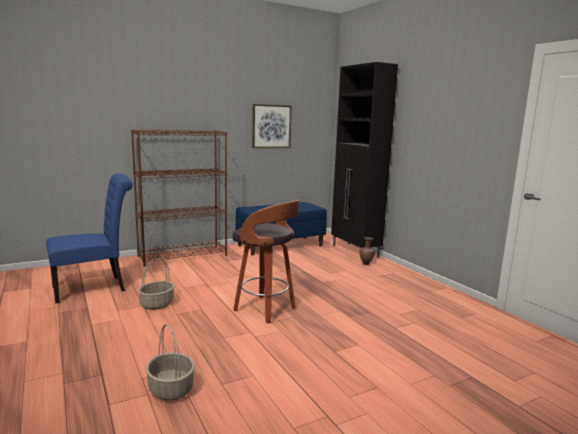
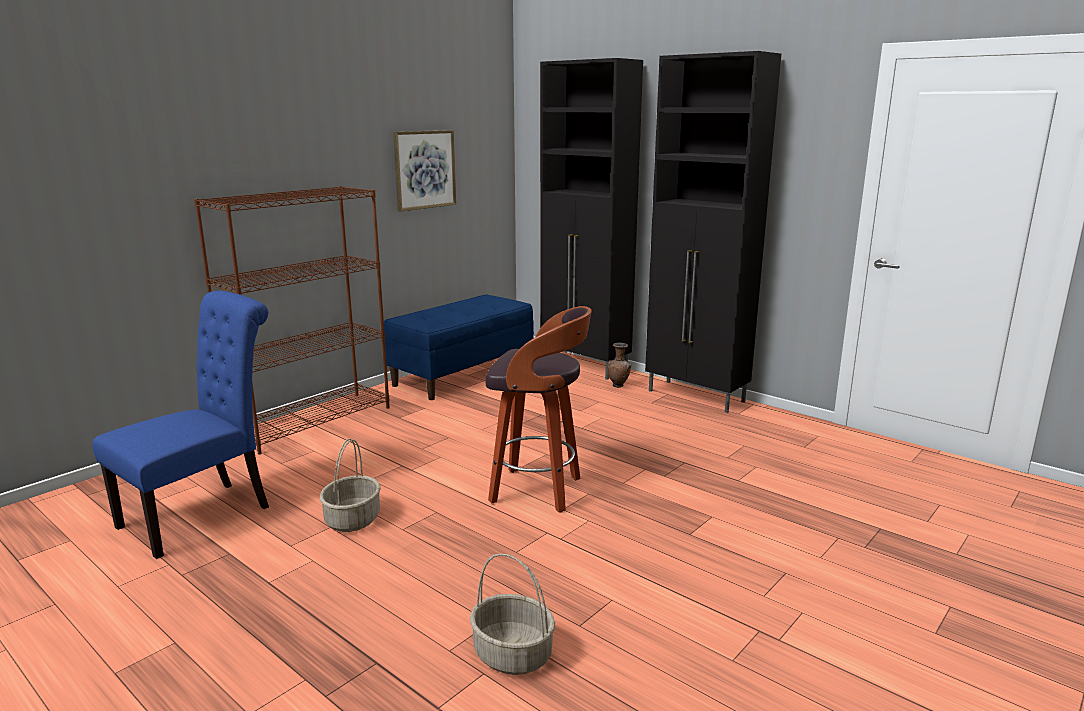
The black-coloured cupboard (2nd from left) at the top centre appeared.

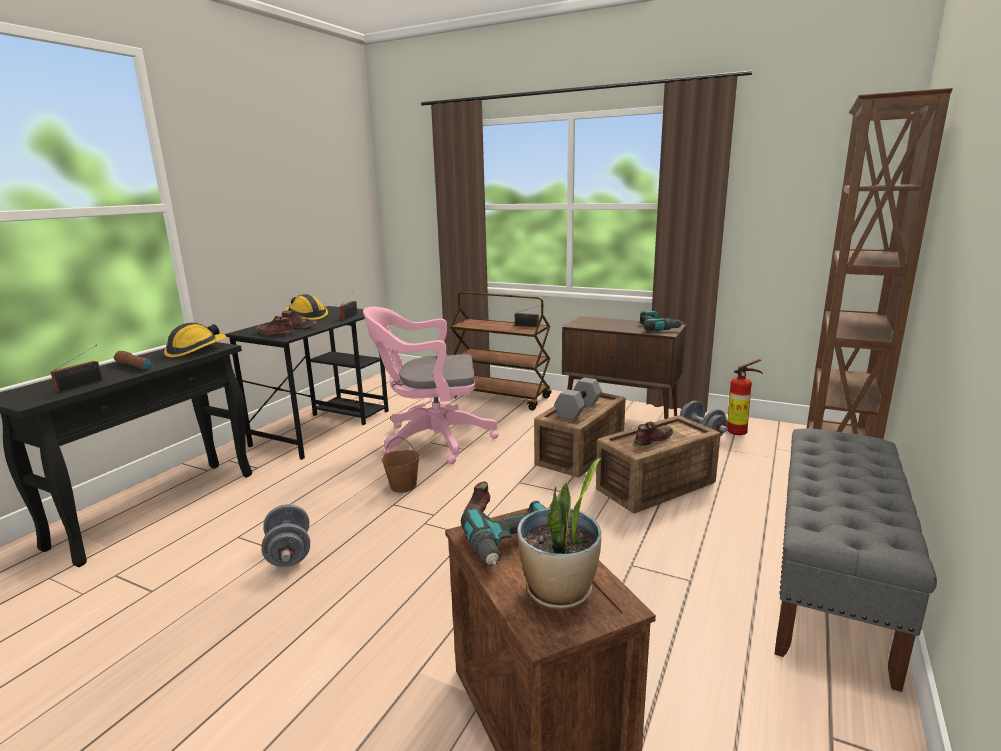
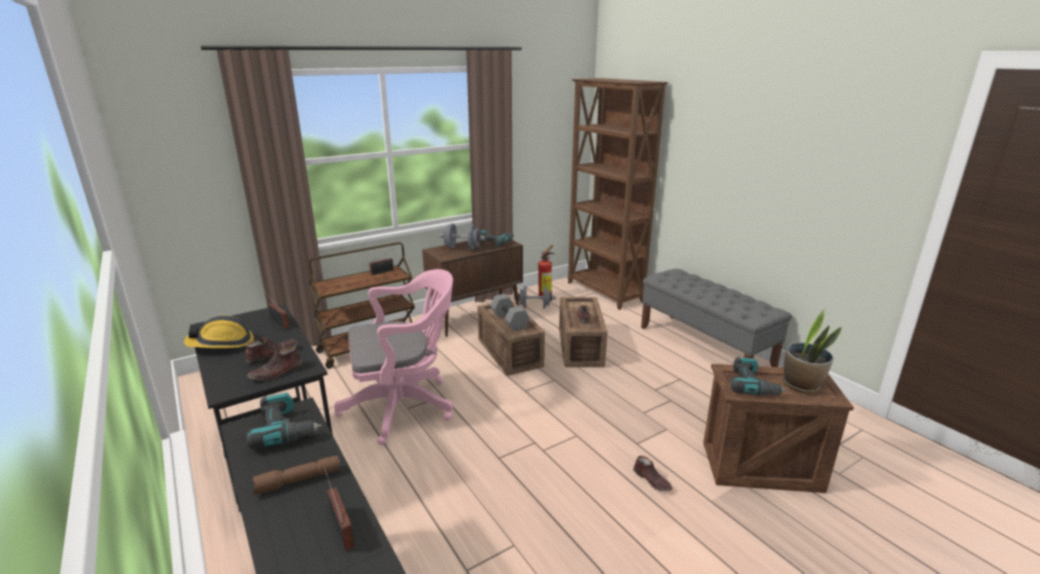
The hard hat (1st from left) at the middle left was replaced by the electric drill (1st from left) at the bottom left. The greyish dumbbell (1st from left) moved from the bottom left to the centre. The pinkish desk chair at the centre turned 135 degrees counterclockwise. The brownish pail at the centre disappeared. The brownish shoe (3rd from left in the first image) moved from the centre to the bottom centre.

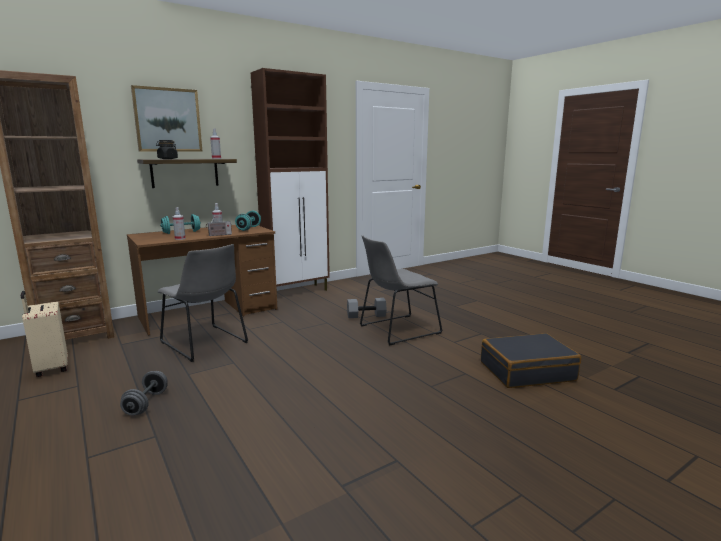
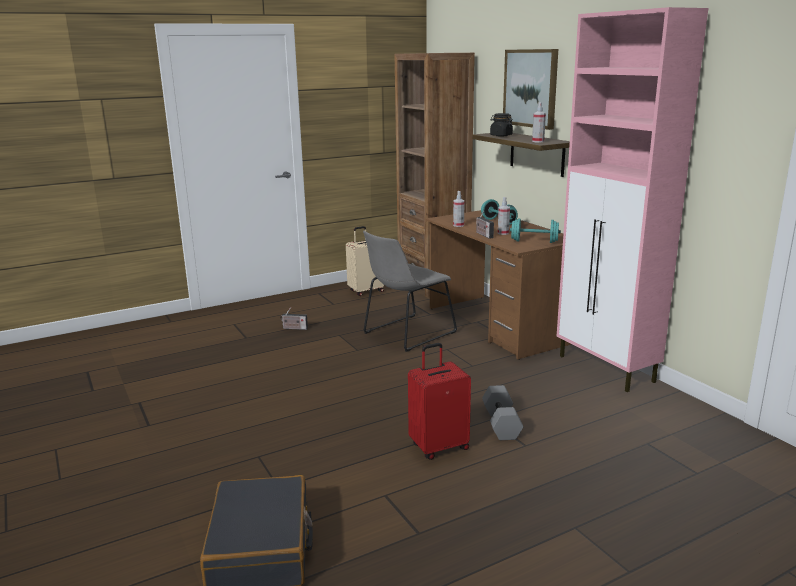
The greyish dumbbell (1st from left) at the bottom left was replaced by the radio (1st from left) at the centre. The brownish cupboard at the top centre became the pinkish cupboard at the middle right. The greyish plain chair (2nd from left) at the centre was replaced by the red-coloured piece of luggage at the bottom centre.

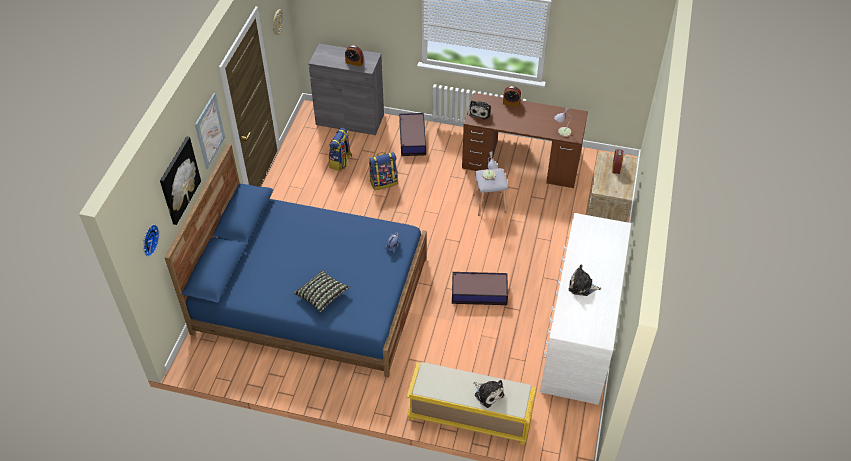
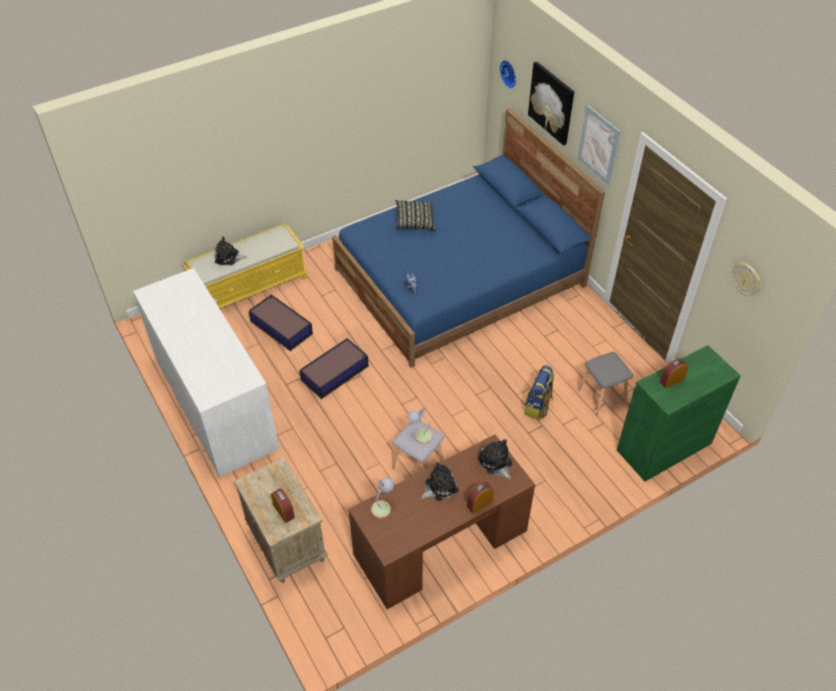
The greyish cupboard at the top centre became the greenish cupboard at the middle right. The knapsack (1st from left) at the top centre was replaced by the greyish sitting stool (2nd from left) at the middle right. The storage box (1st from left) moved from the top centre to the centre. The plush toy (4th from left in the first image) moved from the middle right to the bottom centre.

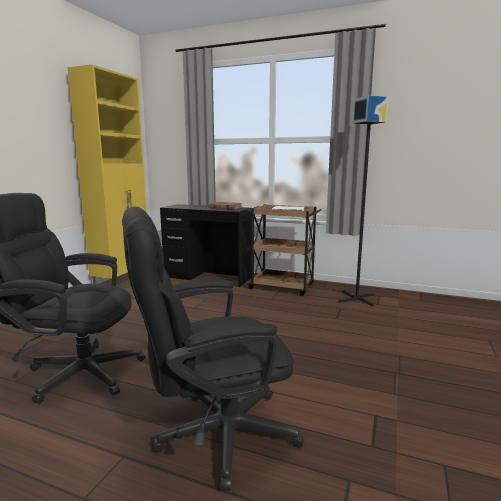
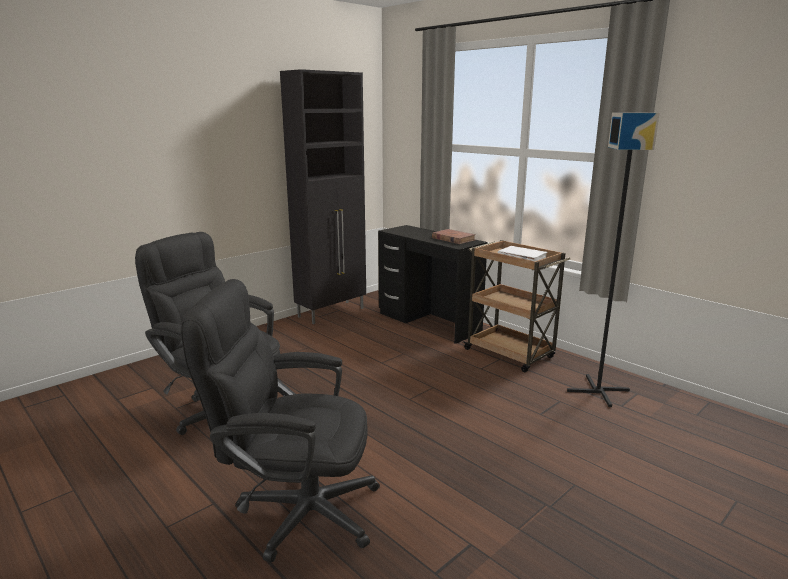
The yellow cupboard at the middle left became the black-coloured cupboard at the centre.

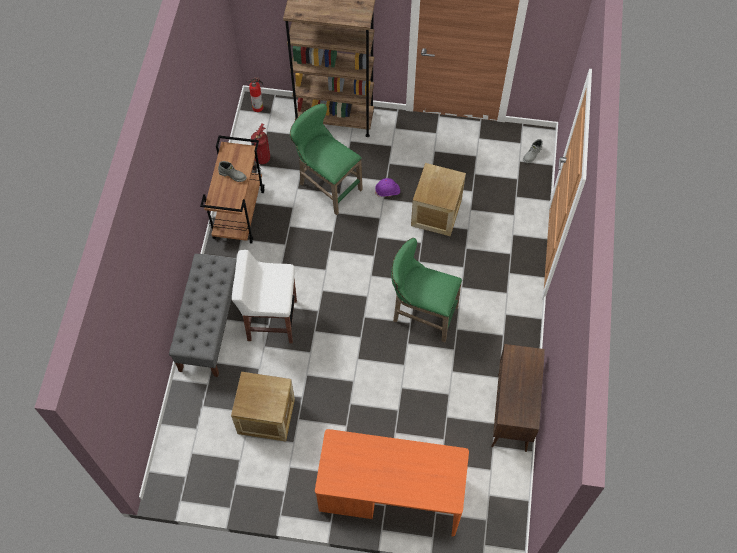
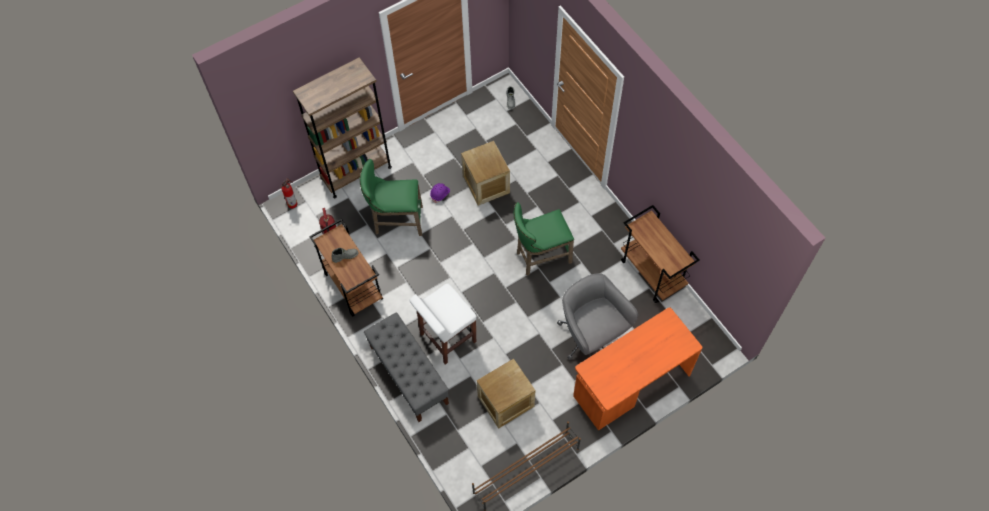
The brownish cupboard at the bottom right was replaced by the brownish wheeled cart (2nd from left) at the middle right. The brownish shoe rack at the bottom centre appeared. The greyish desk chair at the centre appeared.

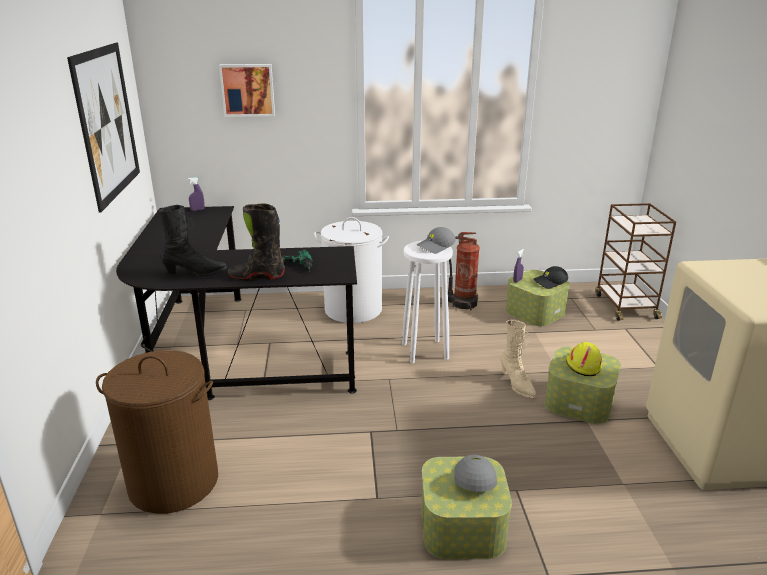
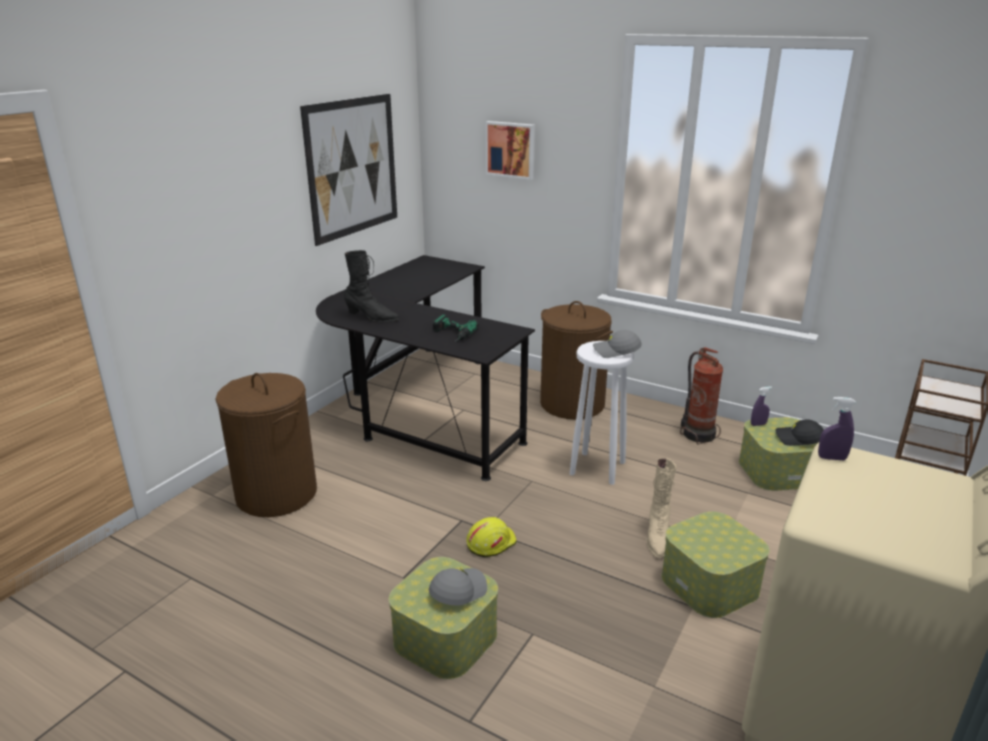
The purple hand sprayer (1st from left in the first image) moved from the middle left to the middle right. The black-coloured tall boot (2nd from left) at the centre disappeared. The white hamper at the centre became the brownish hamper (2nd from left) at the centre. The yellow hard hat moved from the middle right to the bottom centre.

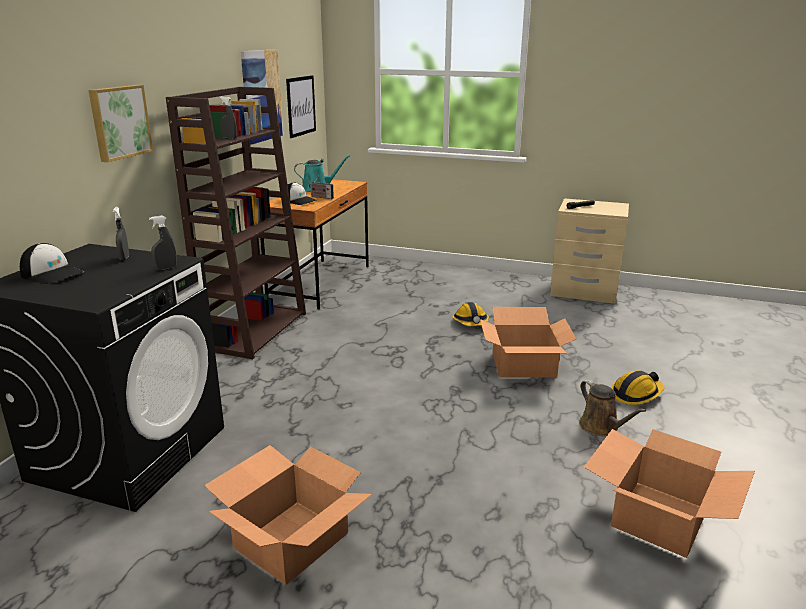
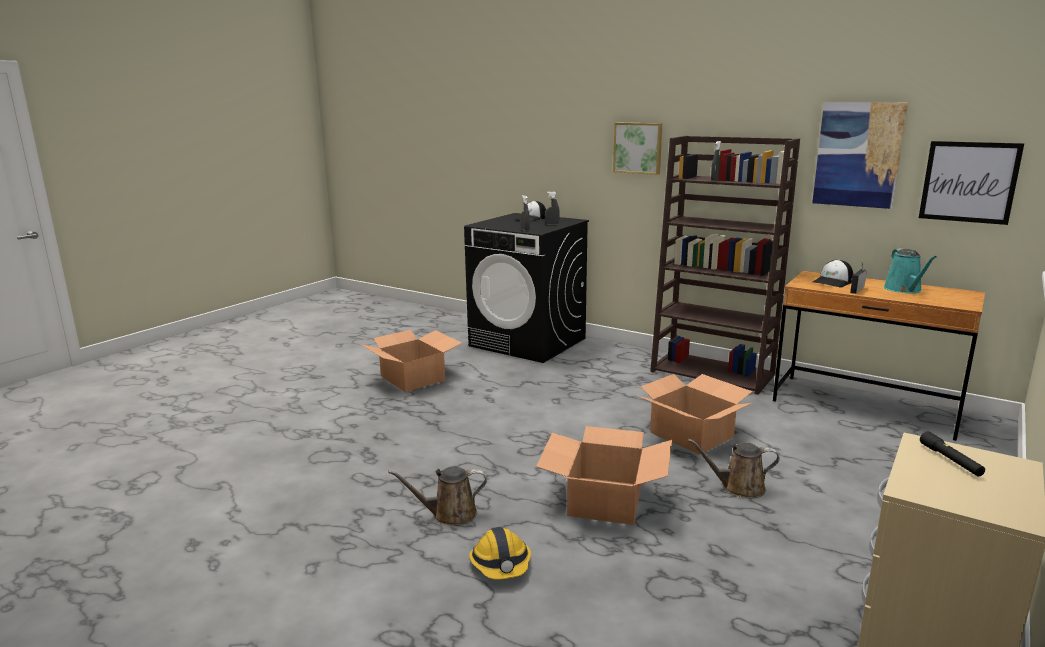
The hard hat (1st from left) at the centre was replaced by the brownish watering pot (2nd from left) at the bottom right. The packing box (3rd from left) moved from the bottom right to the centre.

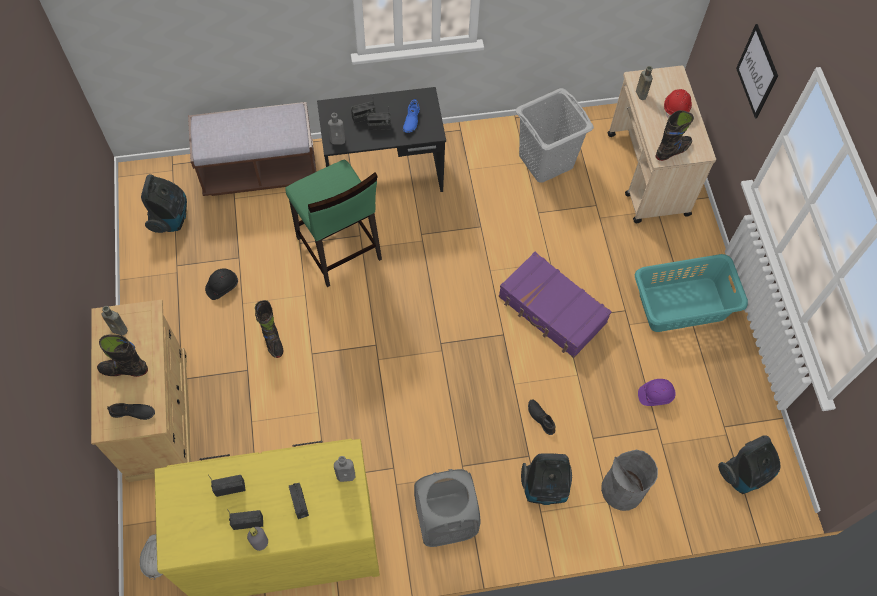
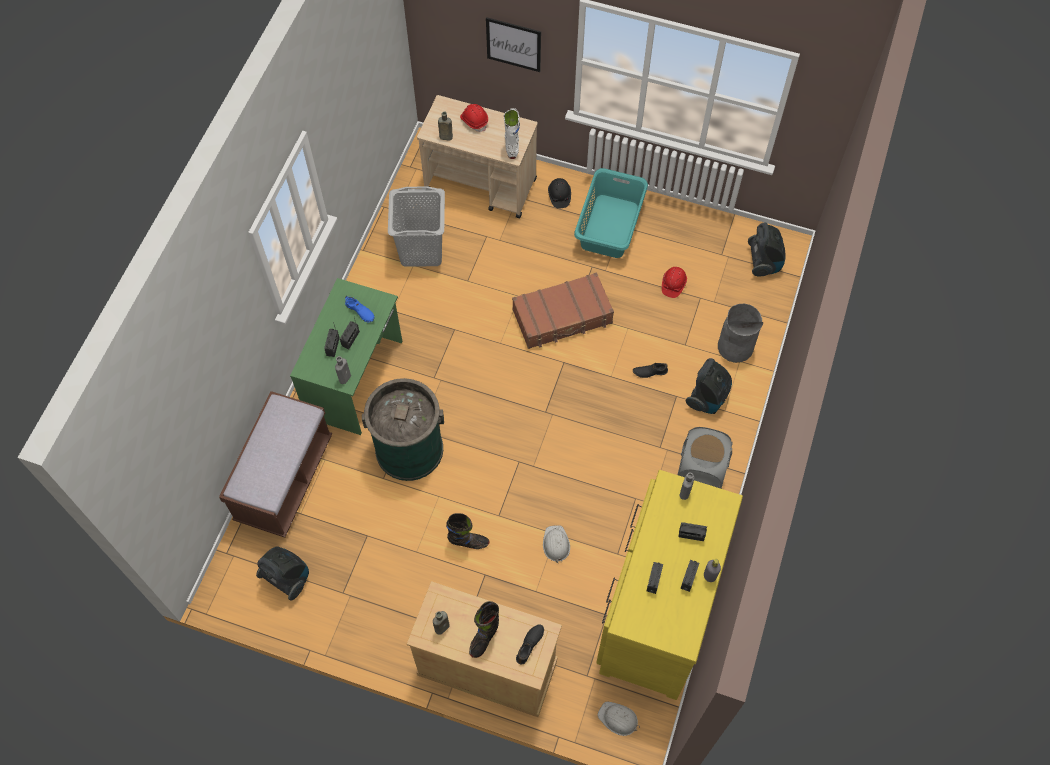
The black-coloured hard hat moved from the middle left to the top centre. The greenish sitting stool at the centre was replaced by the greenish rubbish bin at the centre. The black-coloured desk table at the top centre became the greenish desk table at the middle left. The purple piece of luggage at the centre became the brownish piece of luggage at the centre. The purple hard hat at the middle right became the red-coloured hard hat (2nd from left) at the centre. The black-coloured tall boot (3rd from left) at the top right became the white tall boot at the top centre. The white hard hat (1st from left) at the bottom centre appeared.

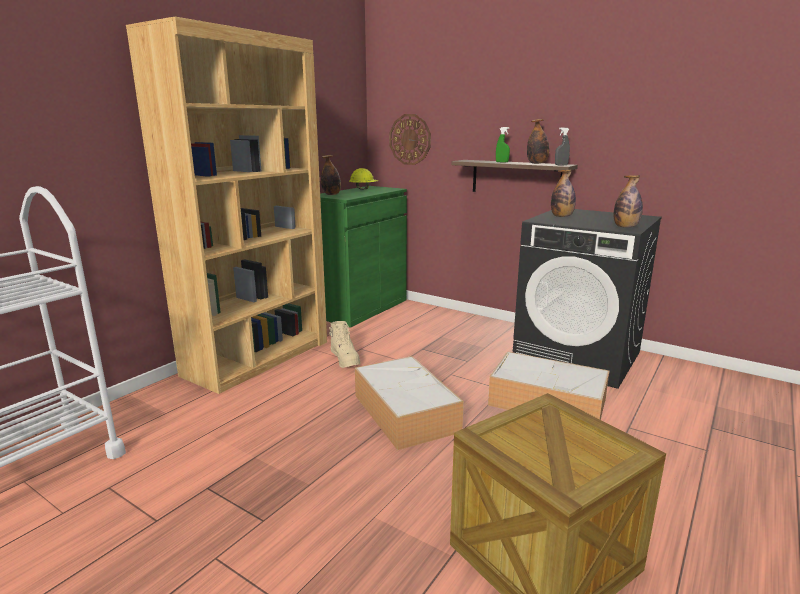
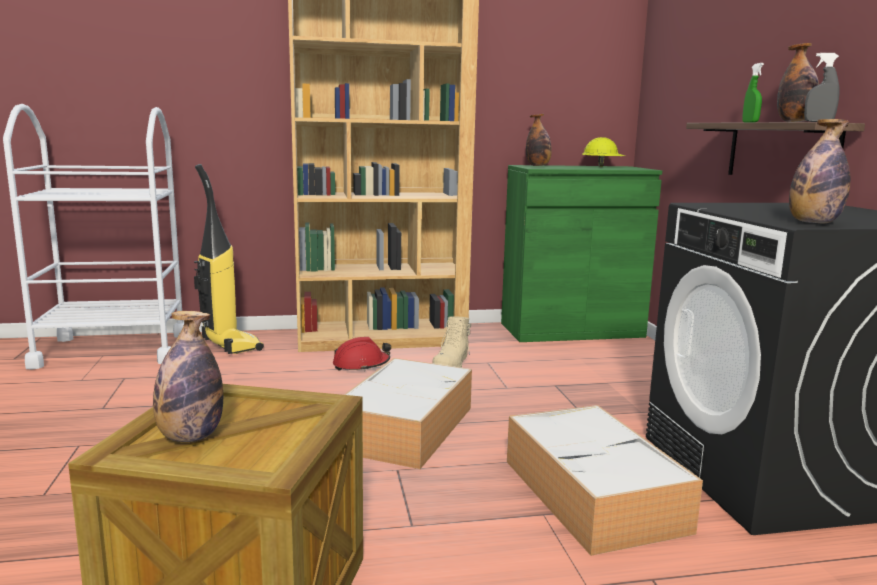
The hanging clock at the top centre disappeared. The bottle (3rd from left in the first image) moved from the top right to the middle left. The vacuum at the middle left appeared. The red-coloured hard hat at the centre appeared.

